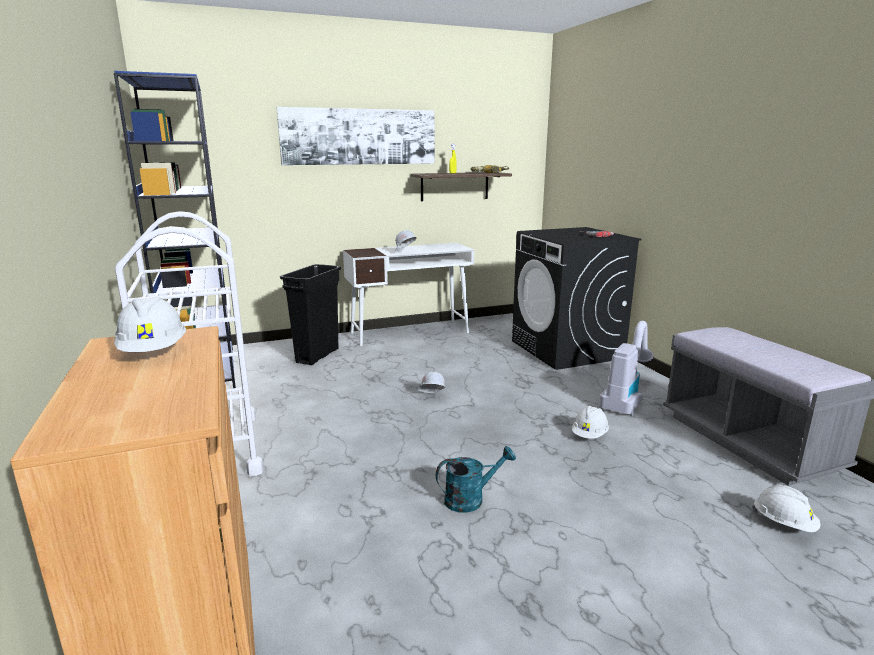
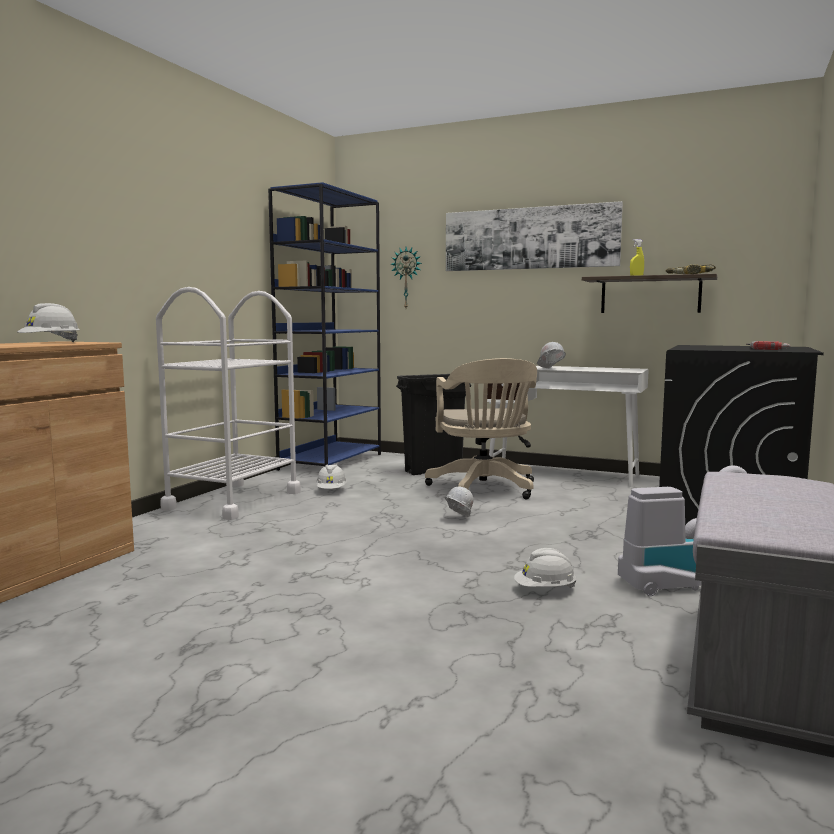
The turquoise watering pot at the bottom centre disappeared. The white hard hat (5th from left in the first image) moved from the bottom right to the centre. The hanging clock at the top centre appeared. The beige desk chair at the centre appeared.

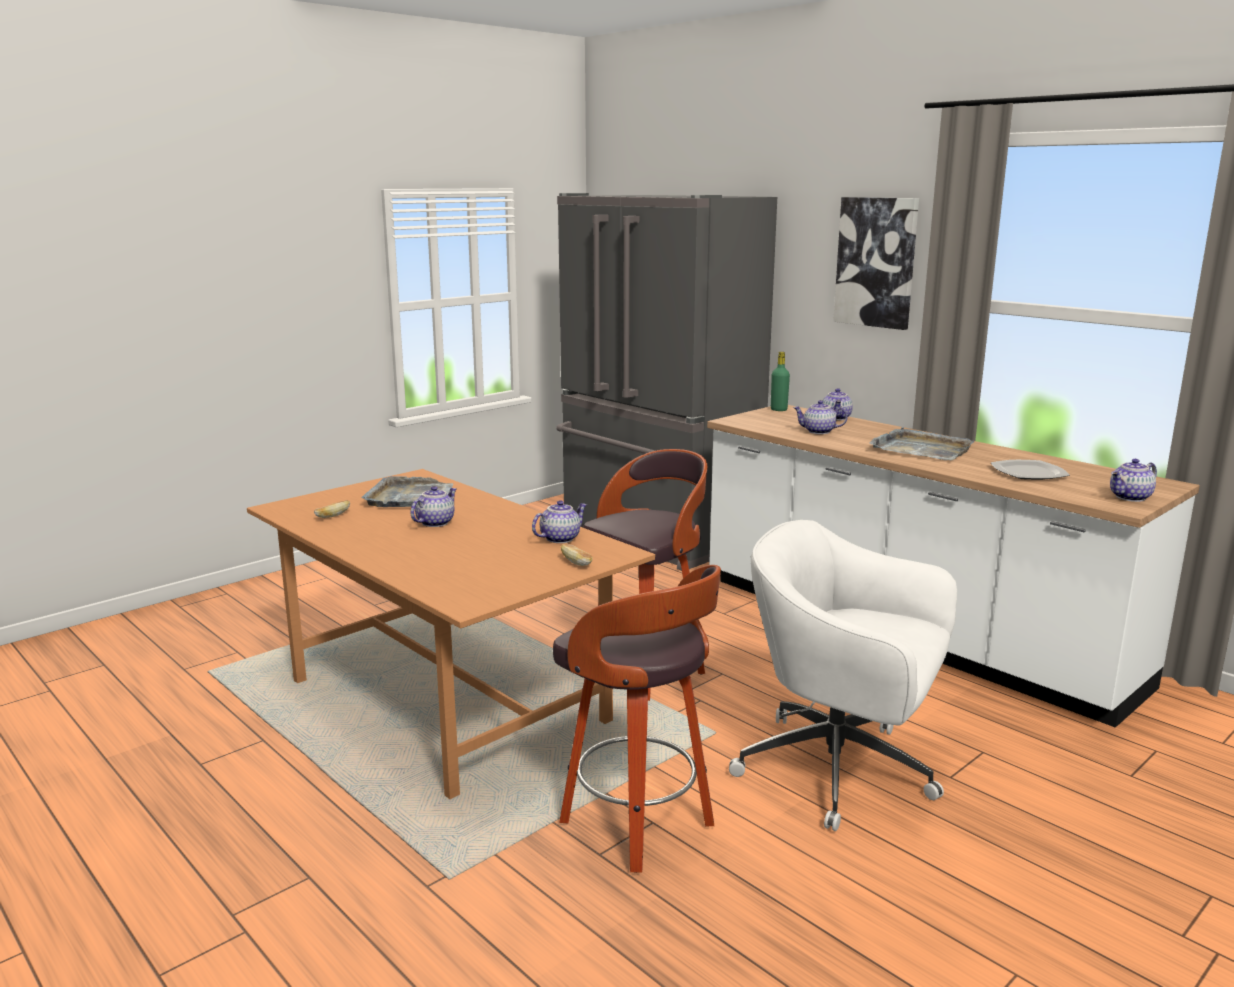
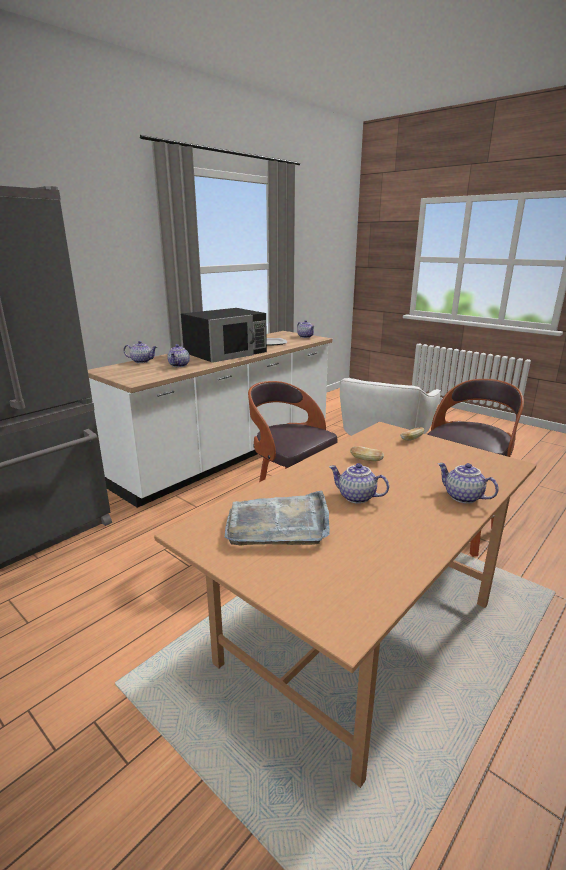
The baked bread (1st from left) moved from the middle left to the centre. The pot for tea (2nd from left in the first image) moved from the centre to the middle right. The greenish bottle at the centre disappeared. The wall picture at the top right disappeared. The greyish serving tray (2nd from left) at the middle right was replaced by the black-coloured kitchen microwave at the centre.

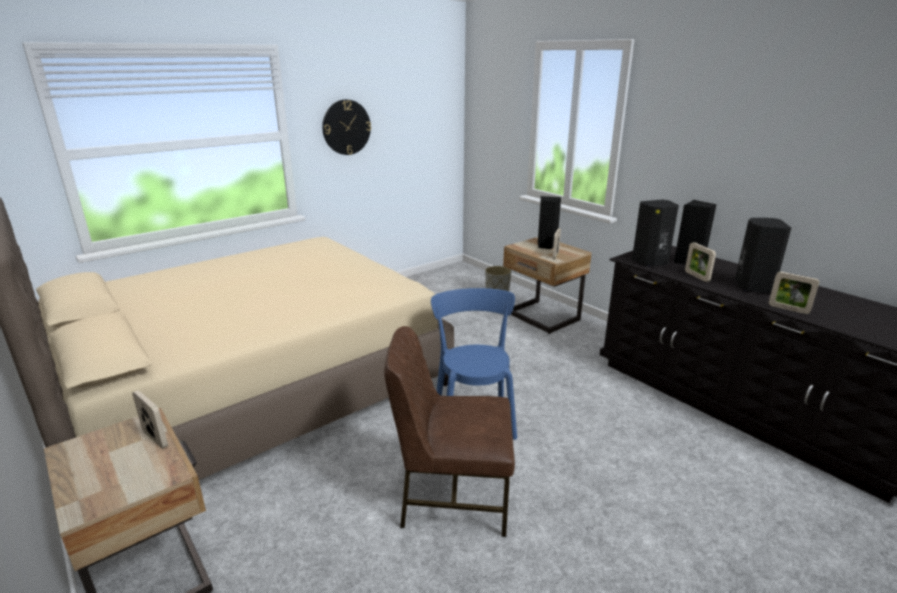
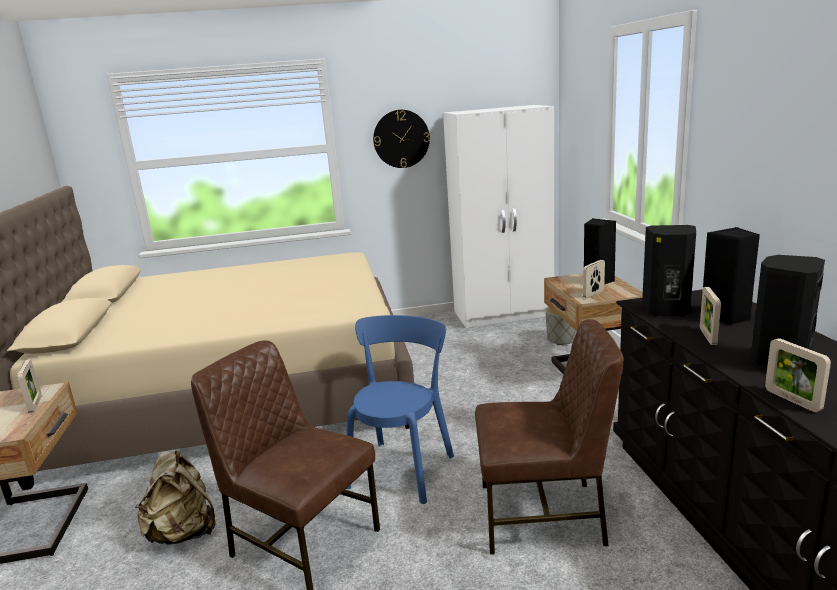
The beige knapsack at the bottom left appeared. The white wardrobe at the centre appeared. The brownish plain chair (2nd from left) at the bottom centre appeared.

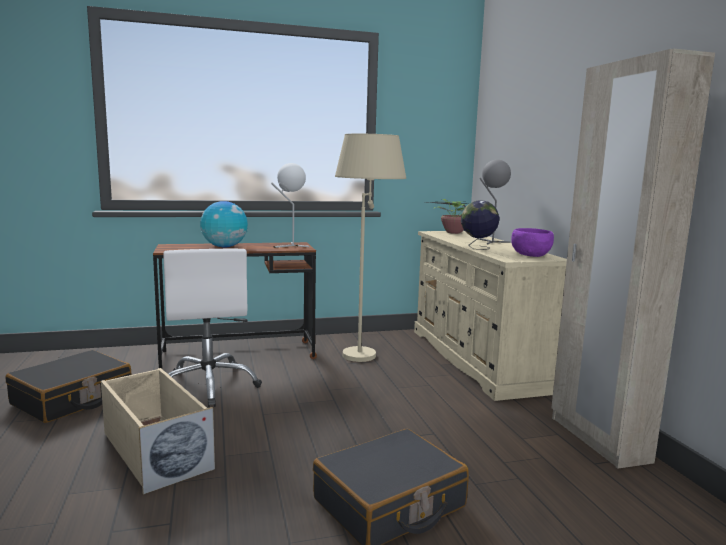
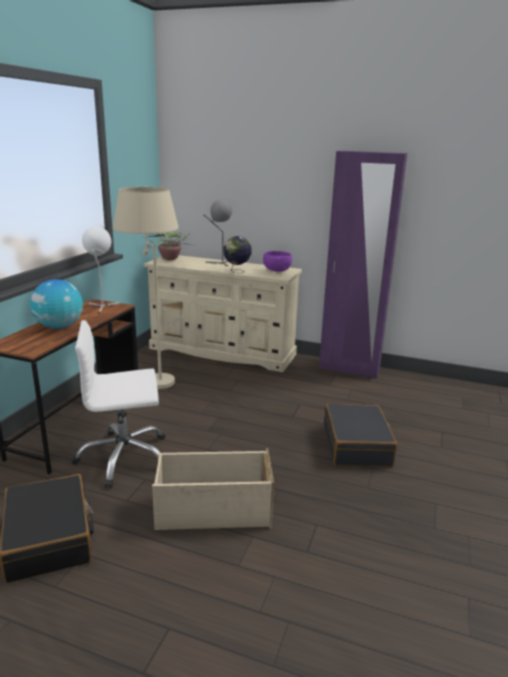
The white desk chair at the middle left turned 150 degrees clockwise. The beige wardrobe at the middle right became the purple wardrobe at the middle right.

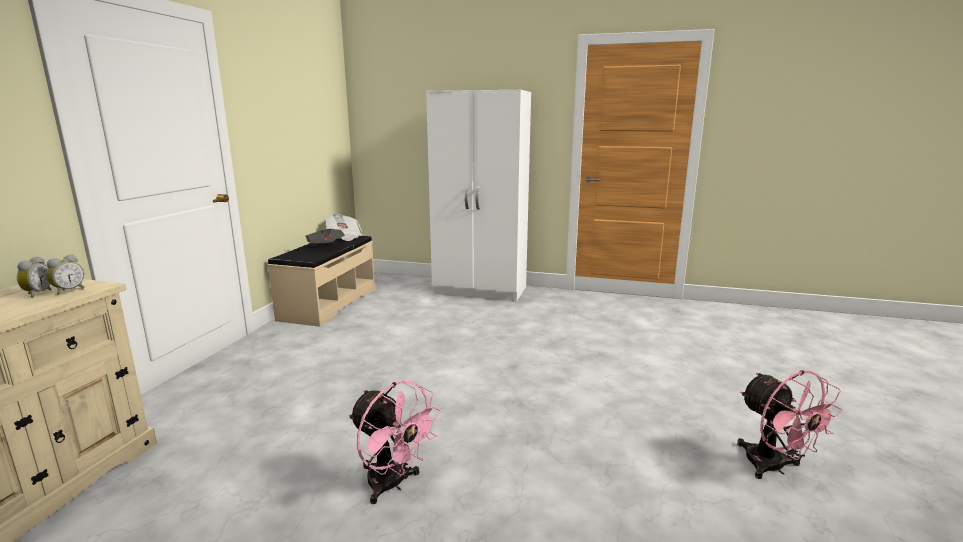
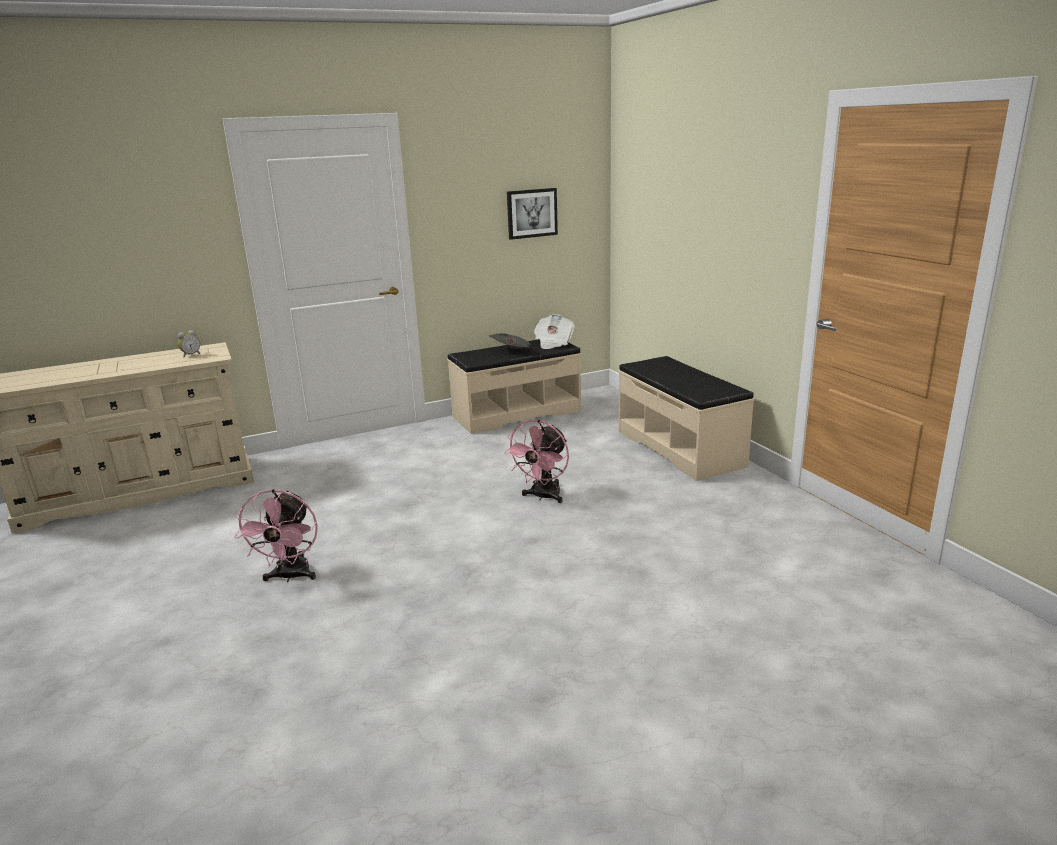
The bedside clock (2nd from left) at the middle left disappeared. The white wardrobe at the centre was replaced by the beige bench (2nd from left) at the centre. The pinkish electric fan (2nd from left) moved from the bottom right to the centre. The wall picture at the top centre appeared.

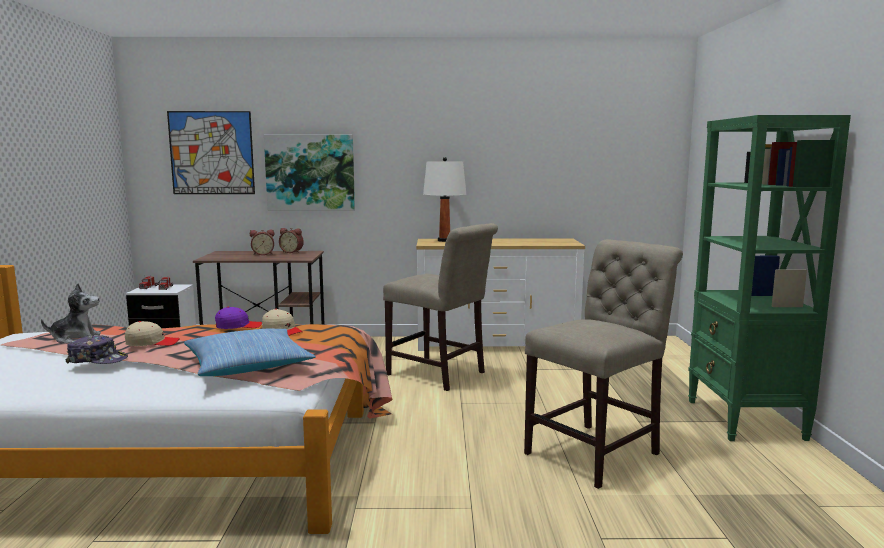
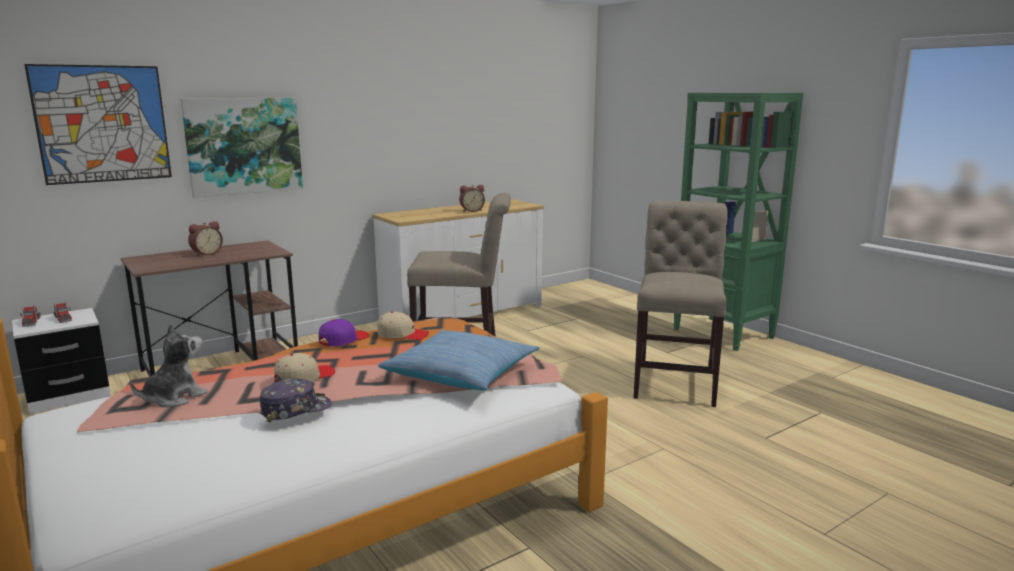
The bedside clock (2nd from left) moved from the middle left to the centre. The white lamp for a table at the centre disappeared.

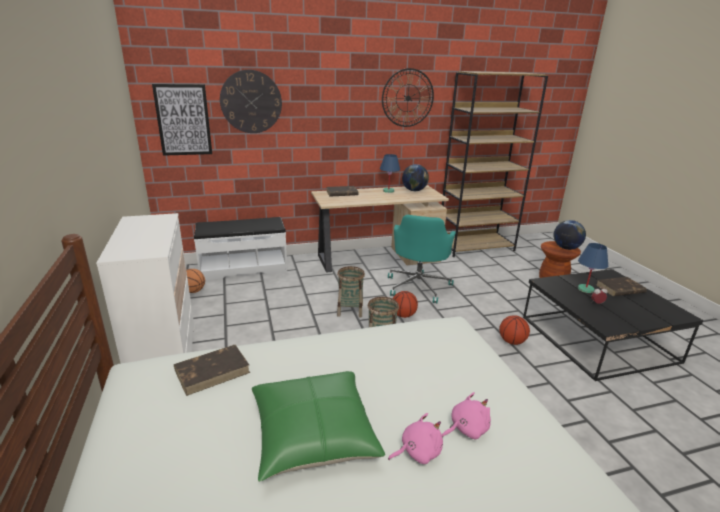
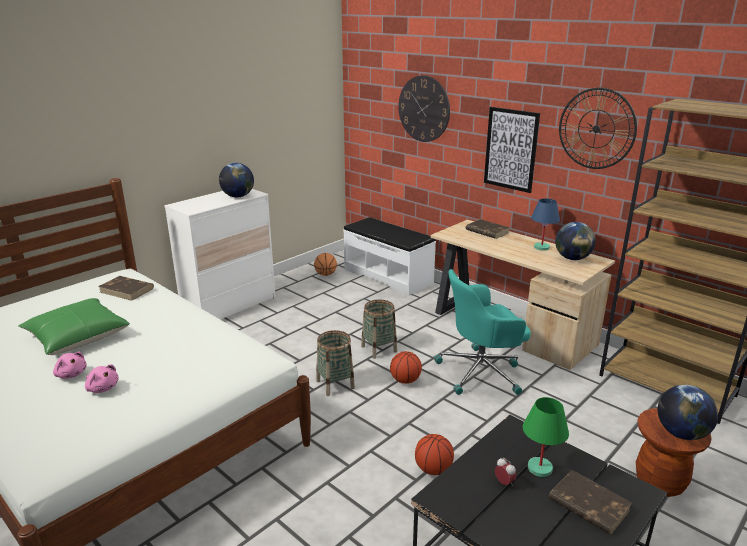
The wall picture moved from the top left to the top right. The blue lamp for a table (2nd from left) at the middle right became the greenish lamp for a table at the bottom right. The globe (1st from left) at the top left appeared.

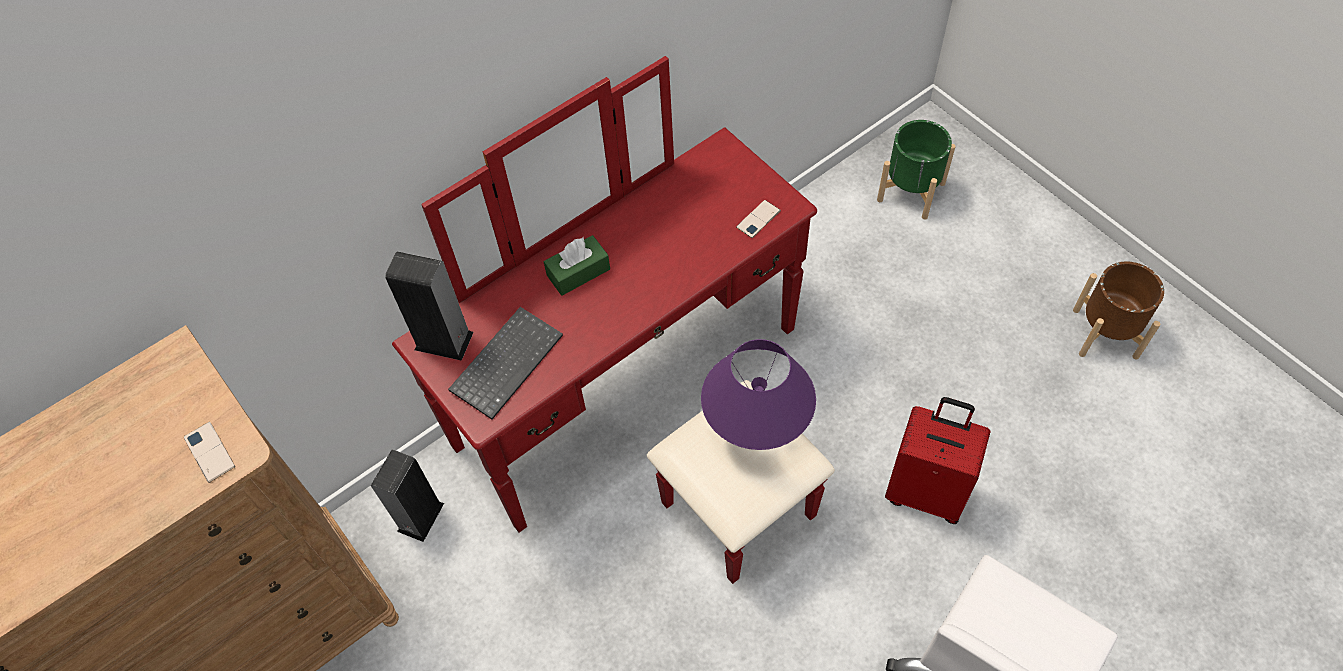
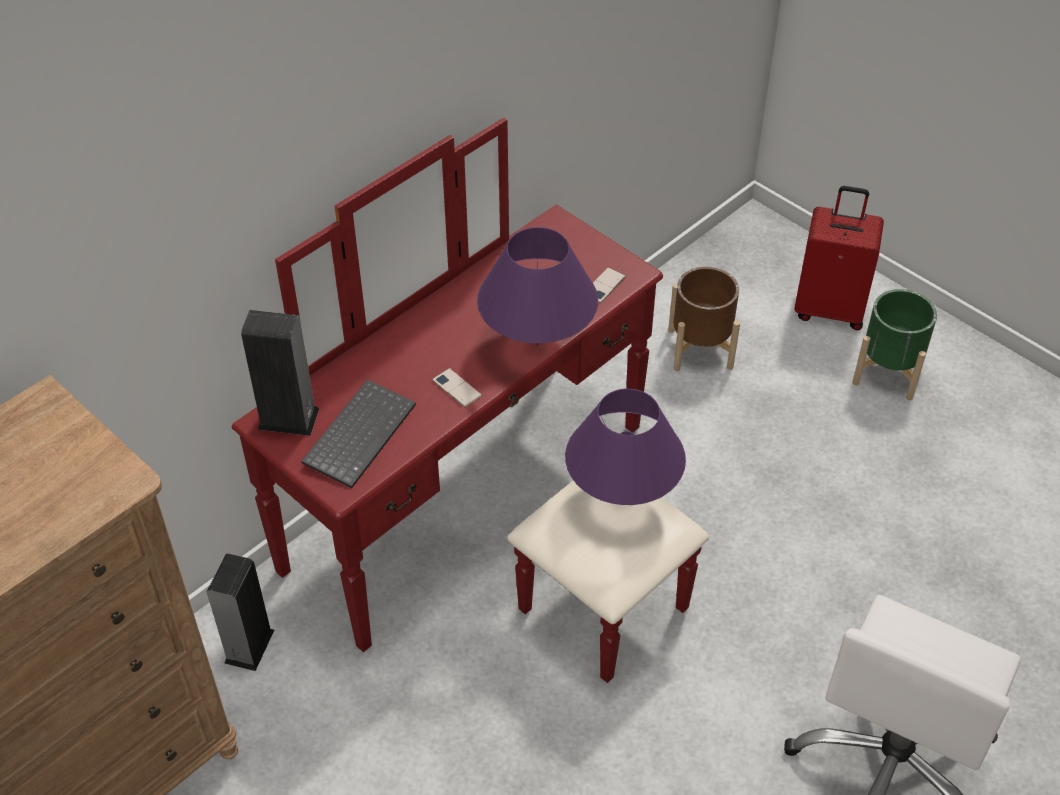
The telephone (1st from left) moved from the bottom left to the centre. The greenish box of tissues at the centre disappeared. The greenish planter moved from the top right to the middle right. The red-coloured piece of luggage moved from the bottom right to the top right. The brownish planter moved from the middle right to the centre. The purple lamp for a table (1st from left) at the centre appeared.

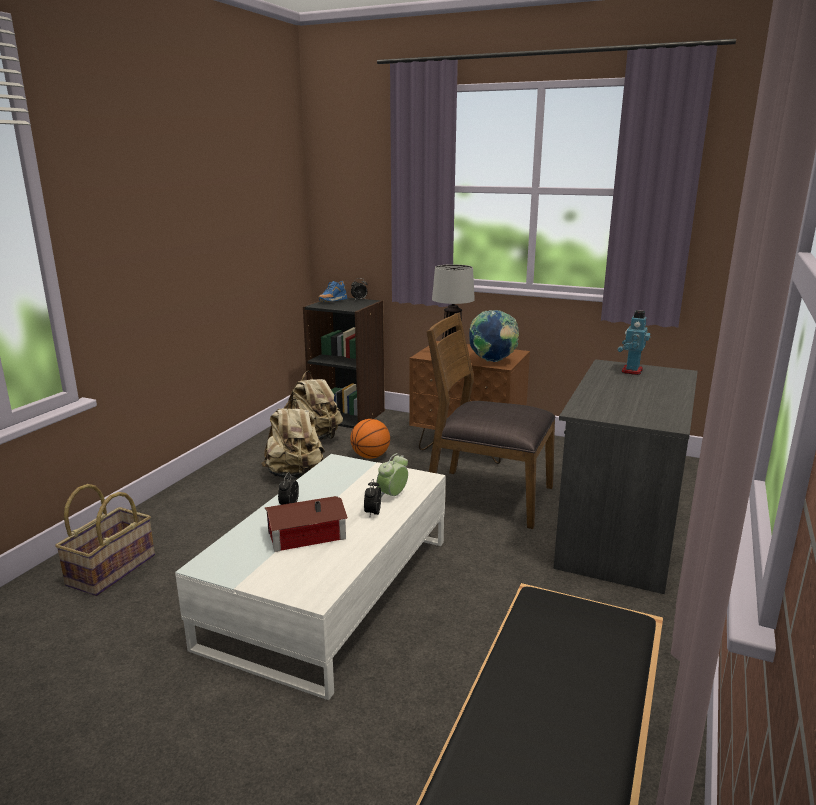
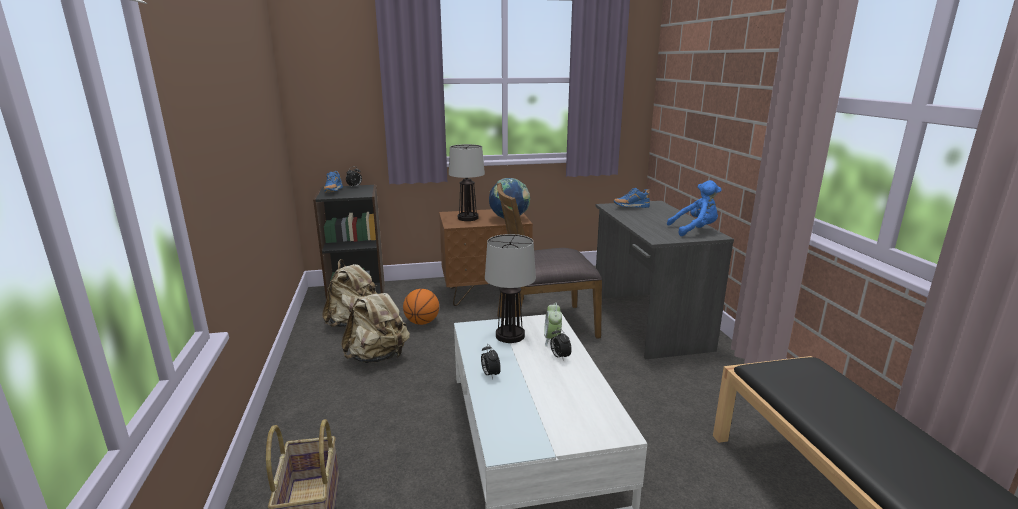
The toy house at the centre disappeared. The toy robot at the middle right was replaced by the blue shoe (2nd from left) at the centre. The lamp for a table (2nd from left) at the centre appeared. The blue plush toy at the middle right appeared.

